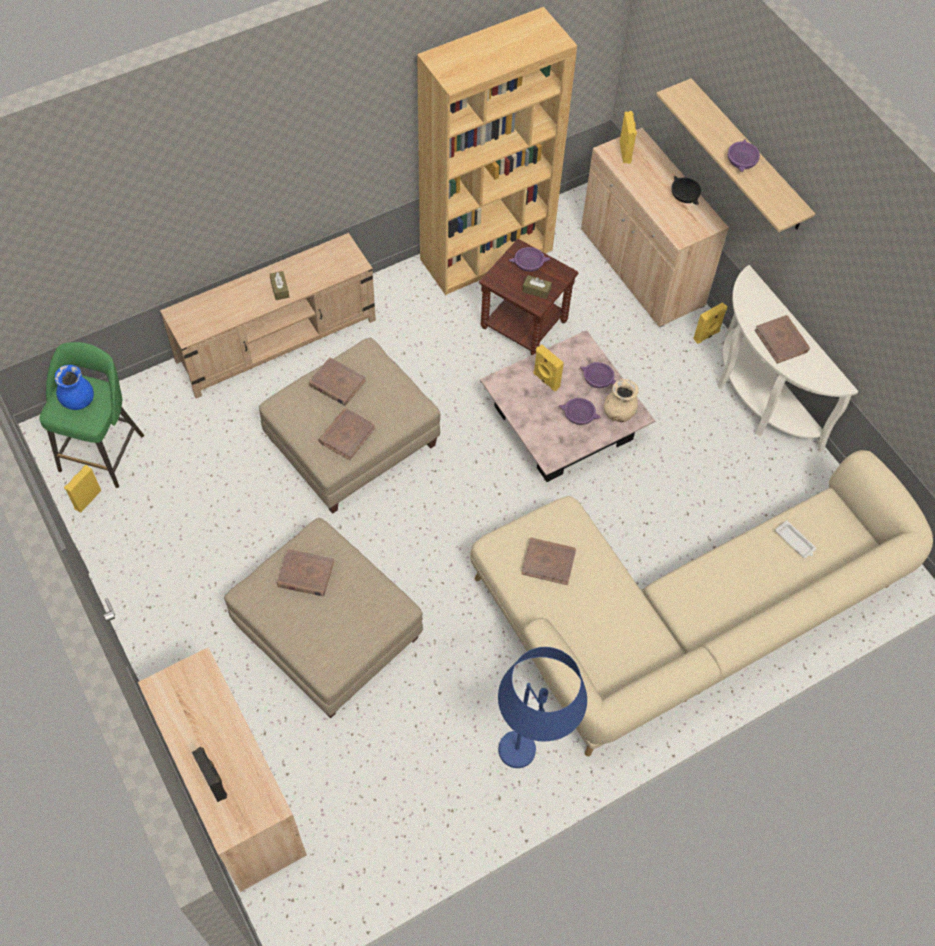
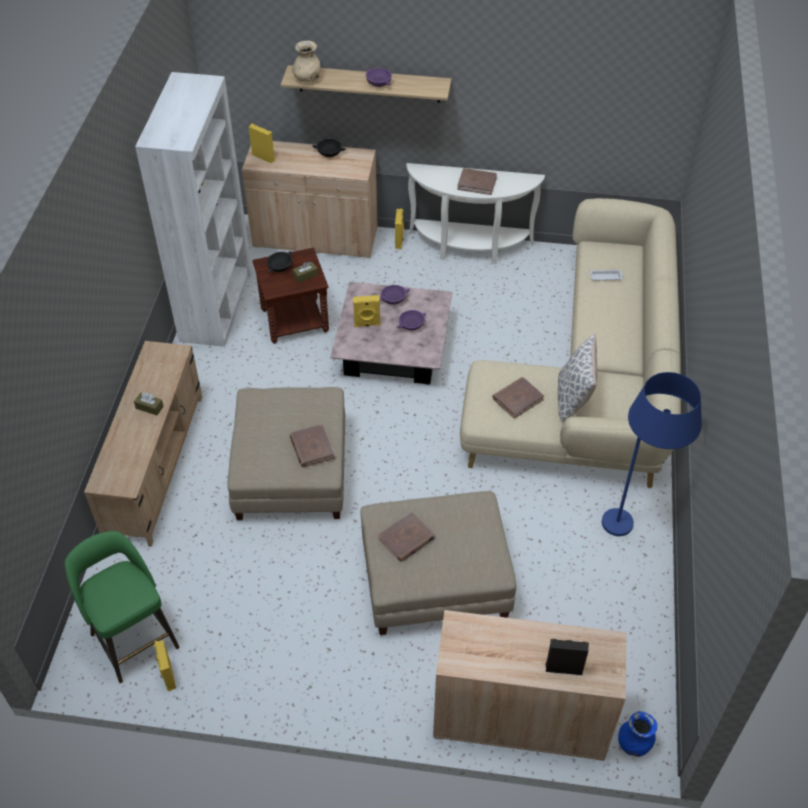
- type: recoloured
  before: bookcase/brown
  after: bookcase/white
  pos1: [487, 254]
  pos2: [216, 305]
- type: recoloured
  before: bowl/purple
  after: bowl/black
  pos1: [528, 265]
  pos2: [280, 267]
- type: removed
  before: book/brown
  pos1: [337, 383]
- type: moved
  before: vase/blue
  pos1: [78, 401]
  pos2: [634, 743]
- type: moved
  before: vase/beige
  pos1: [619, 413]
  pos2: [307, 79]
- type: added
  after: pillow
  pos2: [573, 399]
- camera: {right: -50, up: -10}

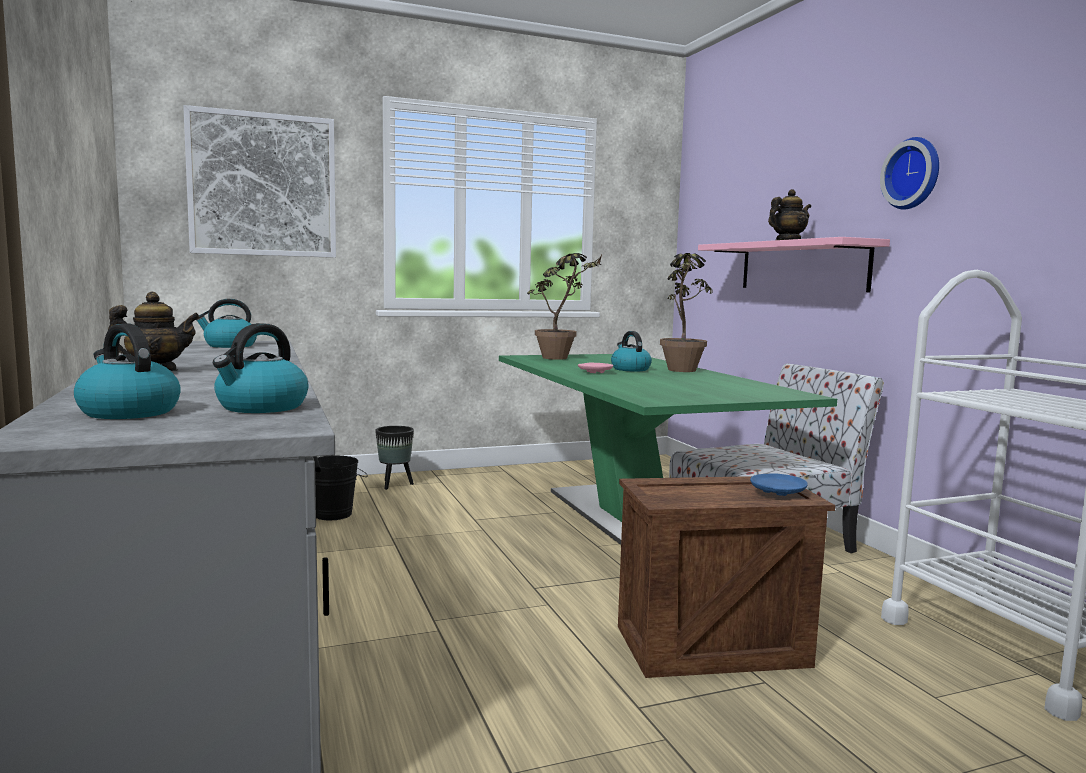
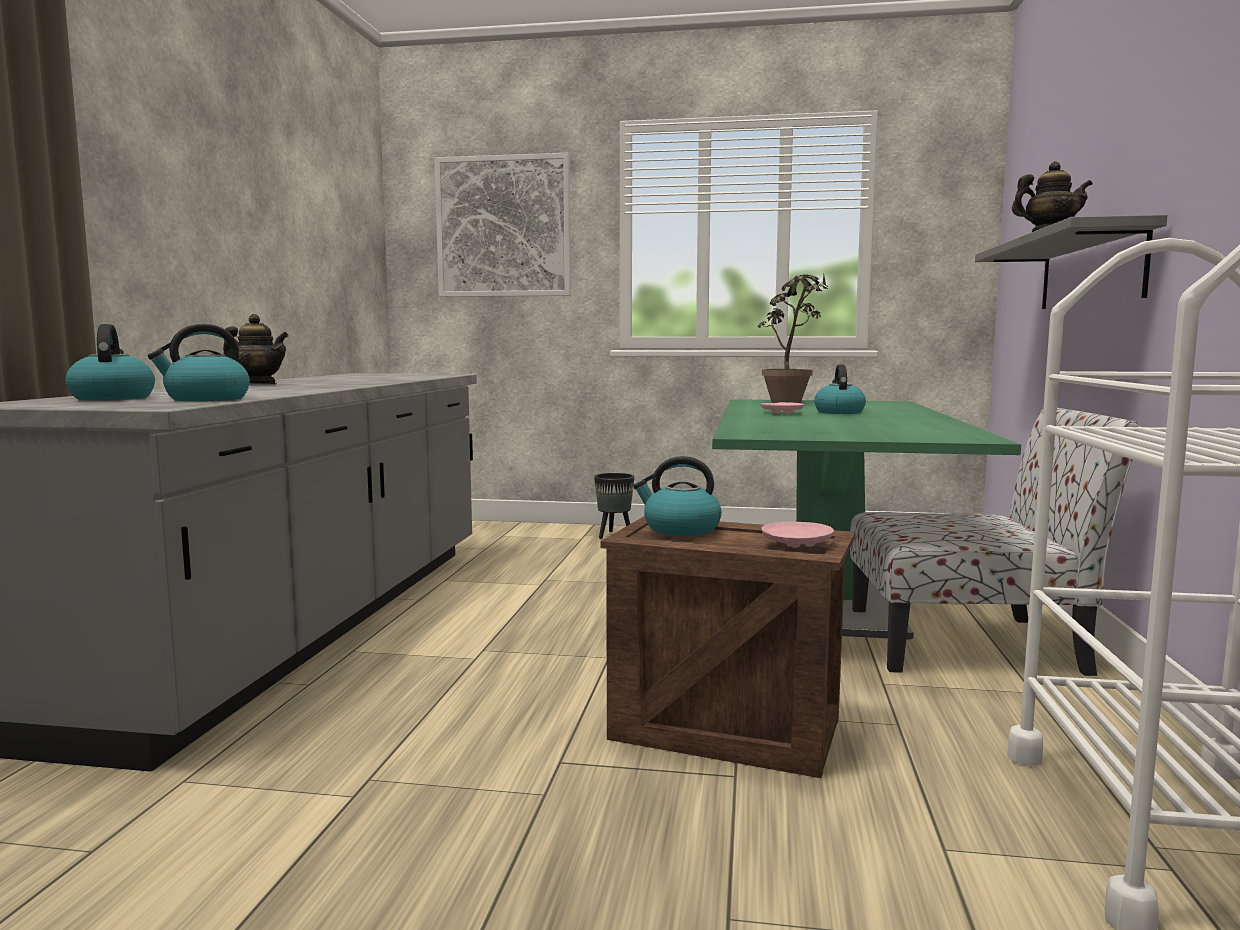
- type: removed
  before: wall clock
  pos1: [914, 174]
- type: recoloured
  before: shelf/pink
  after: shelf/grey
  pos1: [801, 266]
  pos2: [1090, 271]
- type: removed
  before: potted plant
  pos1: [681, 371]
- type: moved
  before: kettle
  pos1: [229, 346]
  pos2: [680, 529]
- type: removed
  before: bucket/black
  pos1: [337, 514]
- type: recoloured
  before: plate/blue
  after: plate/pink
  pos1: [777, 492]
  pos2: [796, 544]
- camera: {right: 30, up: 0}

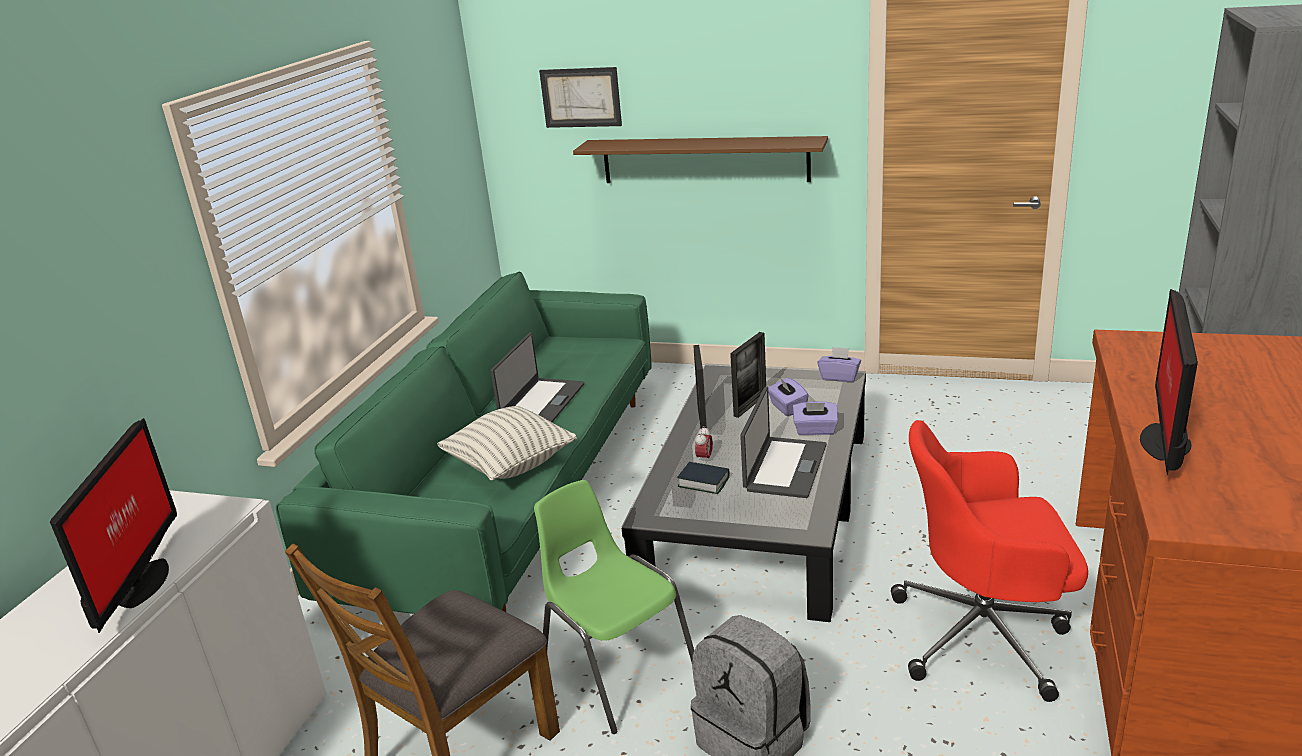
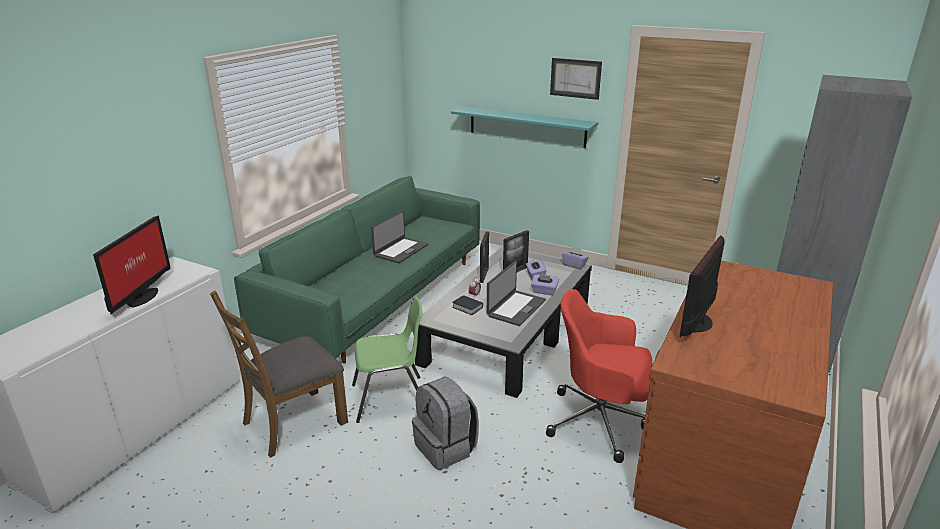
- type: moved
  before: picture
  pos1: [581, 97]
  pos2: [575, 78]
- type: recoloured
  before: shelf/brown
  after: shelf/turquoise
  pos1: [704, 160]
  pos2: [527, 127]
- type: removed
  before: pillow
  pos1: [510, 465]
- type: turned
  before: chair/green
  pos1: [617, 669]
  pos2: [391, 398]
  turn: 105
- camera: {right: 10, up: 0}

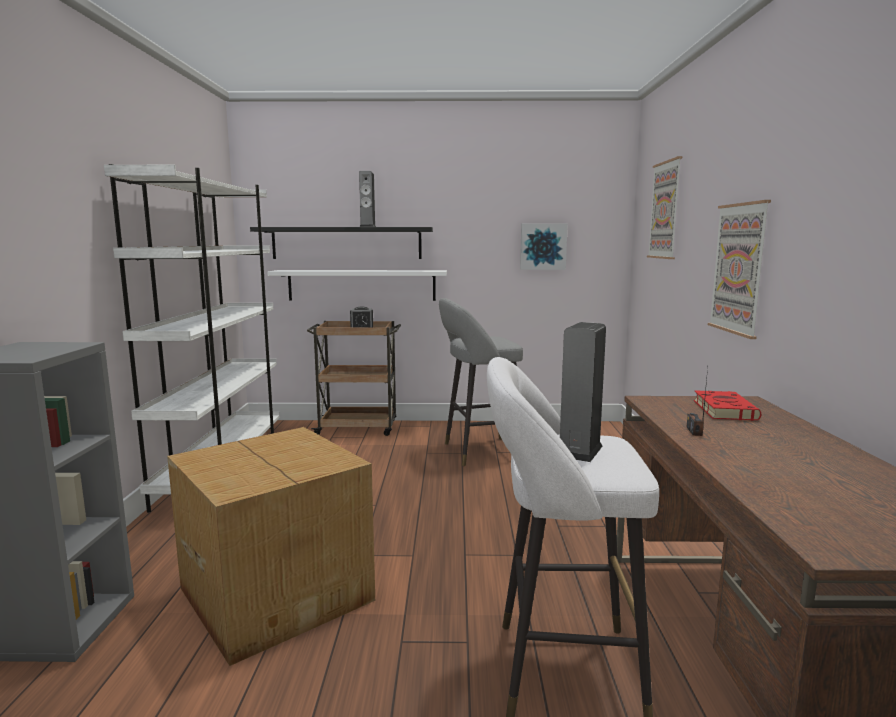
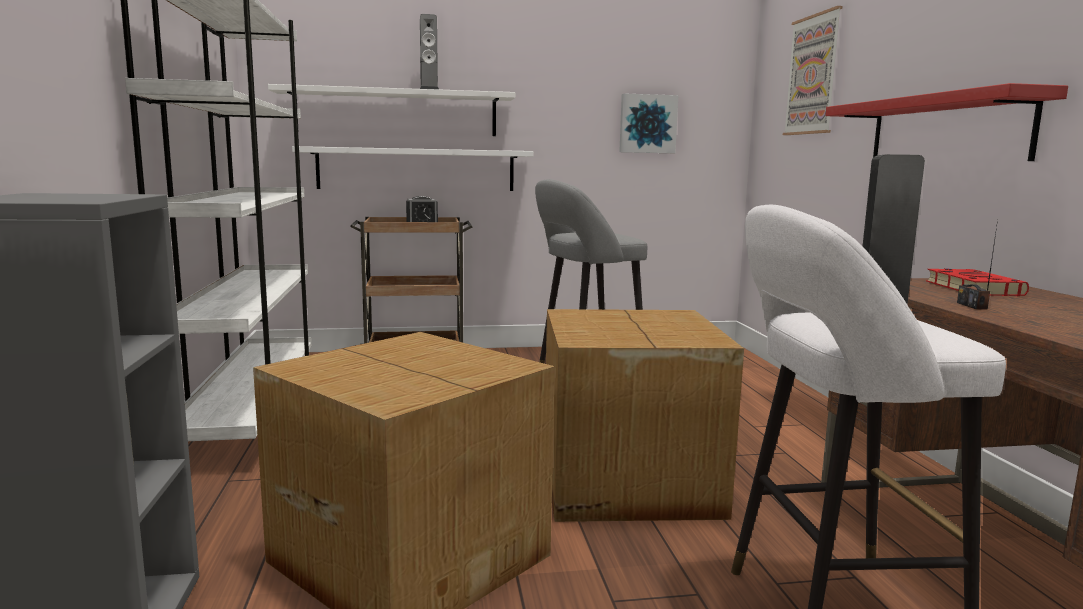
- type: replaced
  before: picture
  after: shelf/red
  pos1: [739, 268]
  pos2: [946, 130]
- type: recoloured
  before: shelf/black
  after: shelf/white
  pos1: [346, 243]
  pos2: [397, 112]
- type: added
  after: cardboard box
  pos2: [625, 482]
- camera: {right: -10, up: 0}

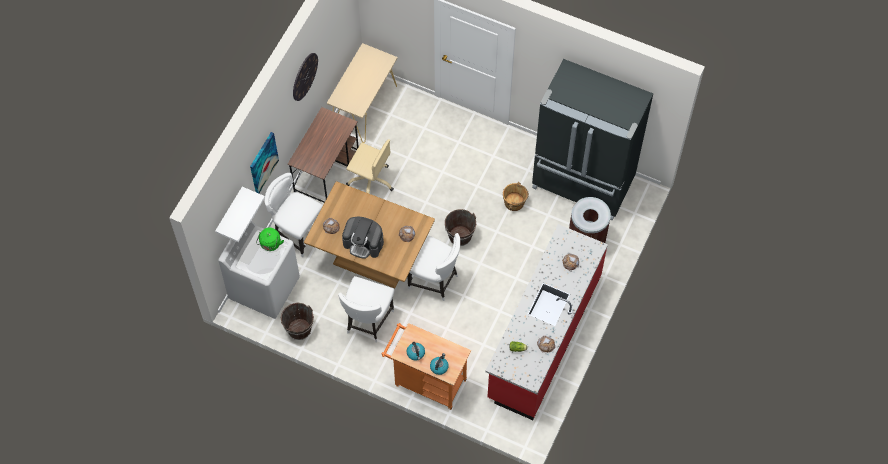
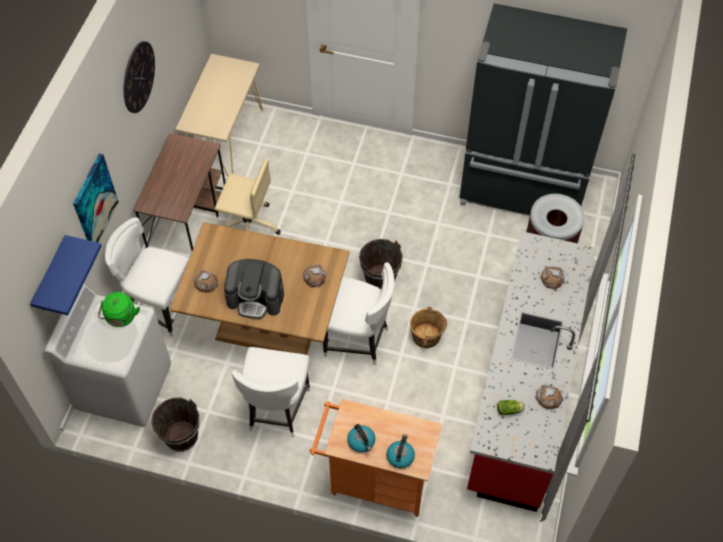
- type: moved
  before: bucket/brown
  pos1: [514, 202]
  pos2: [426, 336]
- type: recoloured
  before: shelf/white
  after: shelf/blue
  pos1: [229, 213]
  pos2: [51, 277]
- camera: {right: -10, up: -5}

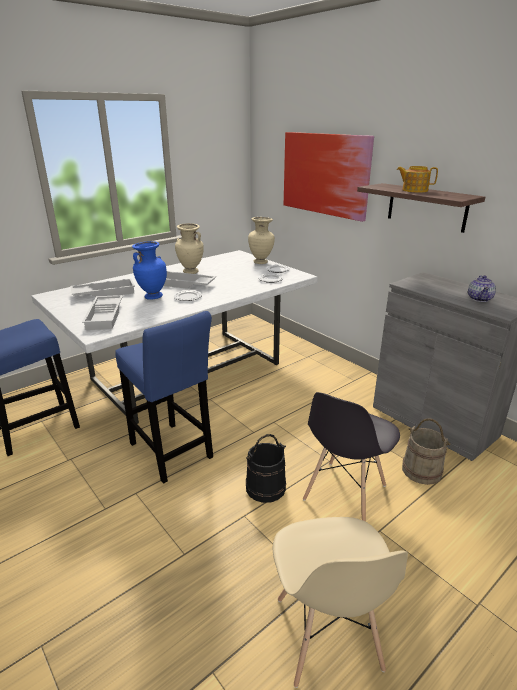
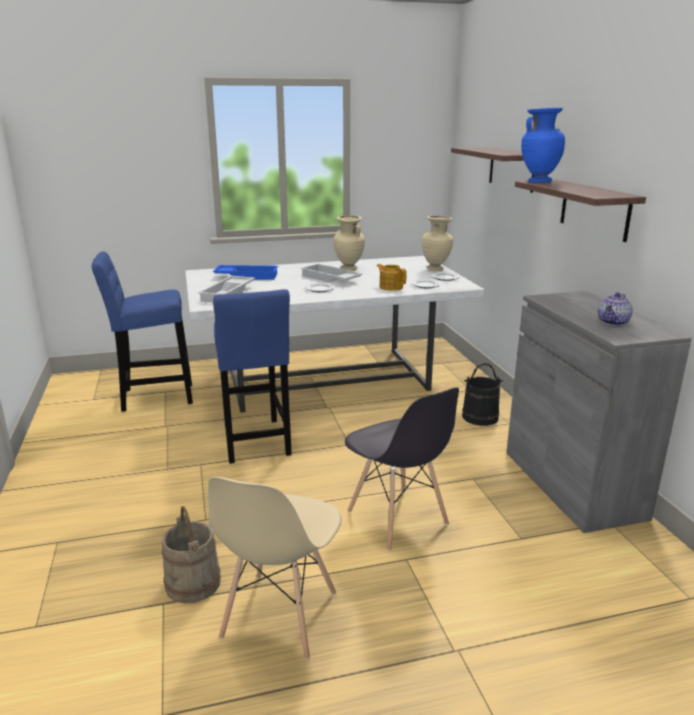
- type: replaced
  before: picture
  after: shelf
  pos1: [325, 174]
  pos2: [511, 169]
- type: moved
  before: teapot
  pos1: [414, 190]
  pos2: [391, 287]
- type: moved
  before: vase/blue
  pos1: [152, 296]
  pos2: [538, 182]
- type: recoloured
  before: tray/white
  after: tray/blue
  pos1: [104, 293]
  pos2: [247, 276]
- type: turned
  before: chair/grey
  pos1: [344, 493]
  pos2: [398, 519]
  turn: -90
- type: moved
  before: bucket/beige
  pos1: [421, 470]
  pos2: [193, 583]
- type: moved
  before: bucket/black
  pos1: [265, 487]
  pos2: [480, 417]
- camera: {right: 25, up: -5}

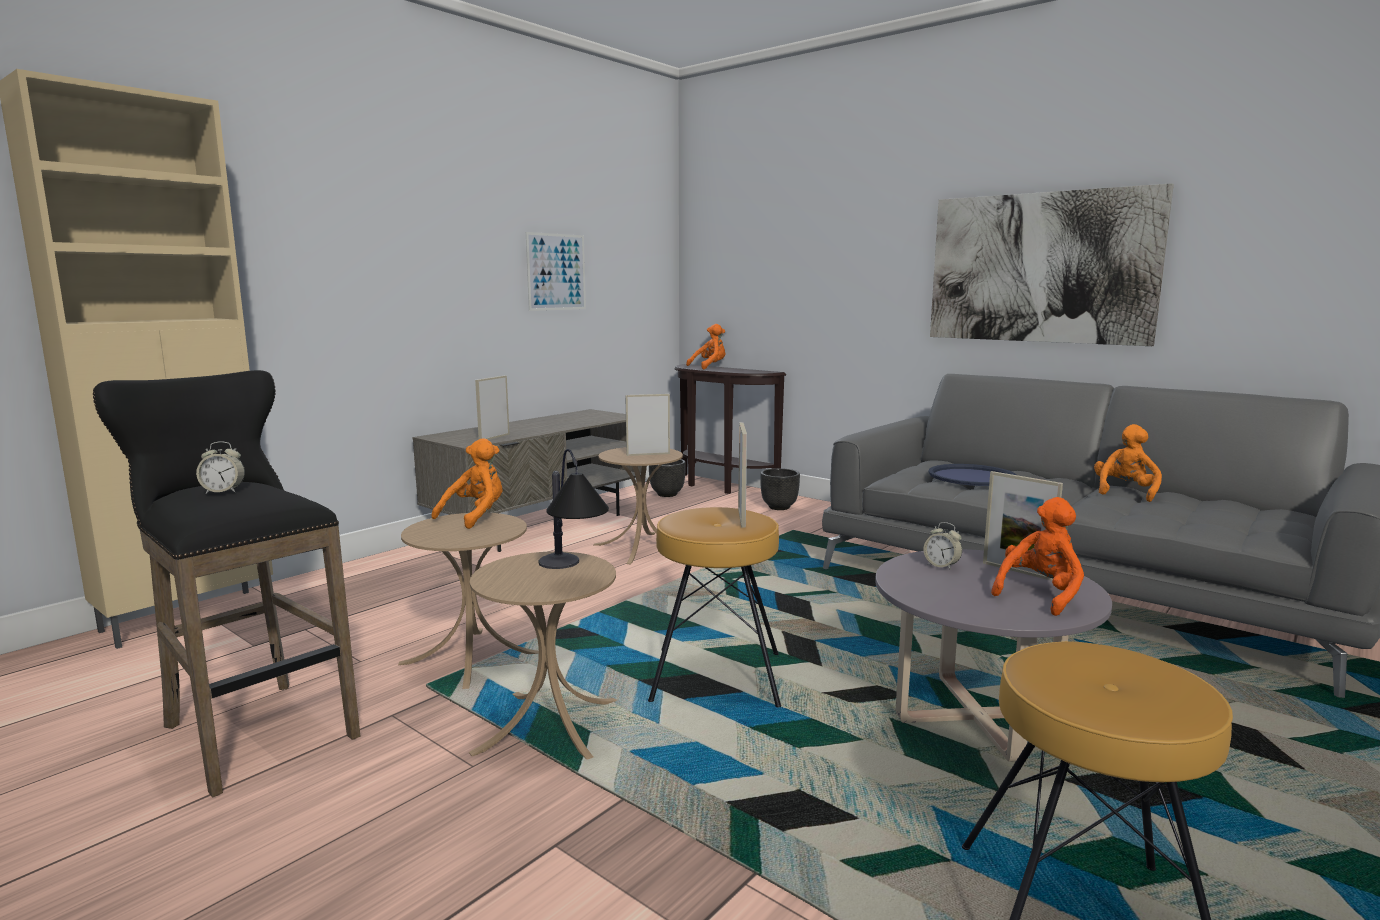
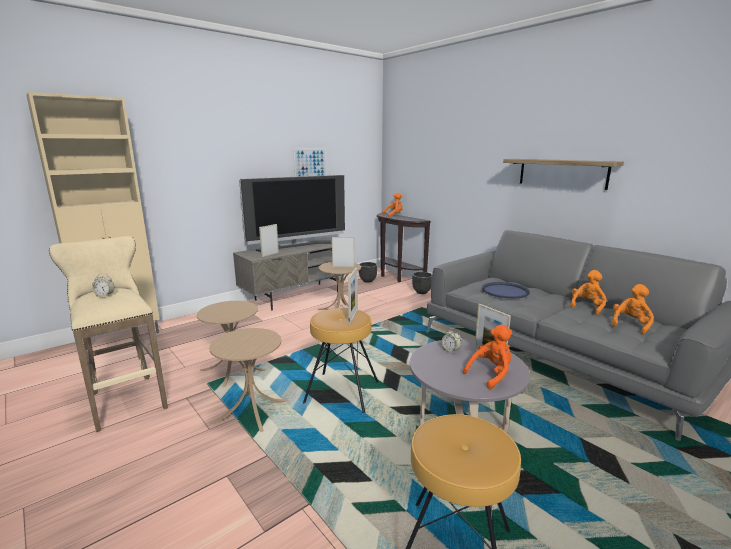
- type: replaced
  before: picture
  after: shelf
  pos1: [1040, 268]
  pos2: [562, 173]
- type: recoloured
  before: stool/black
  after: stool/beige
  pos1: [253, 729]
  pos2: [126, 399]
- type: moved
  before: plush toy/orange
  pos1: [475, 516]
  pos2: [630, 325]
- type: removed
  before: table lamp
  pos1: [572, 575]
- type: added
  after: television
  pos2: [296, 246]
- camera: {right: 10, up: 5}

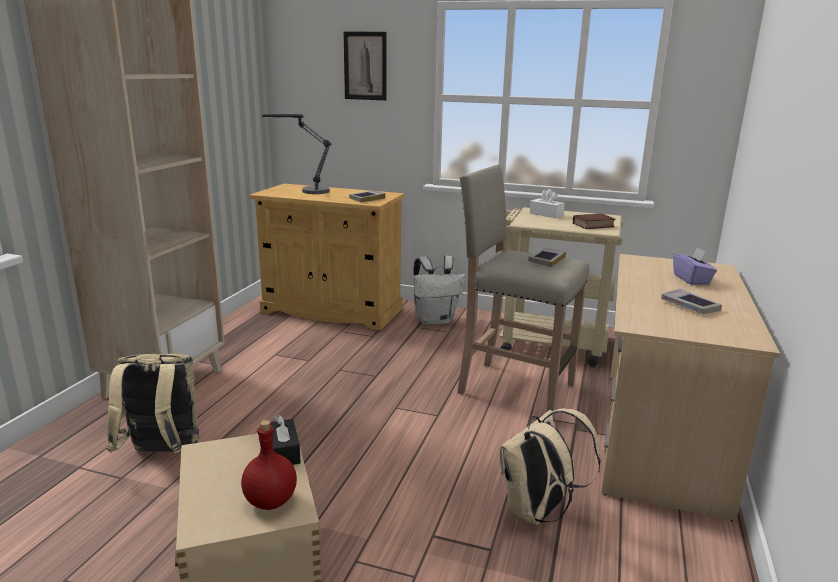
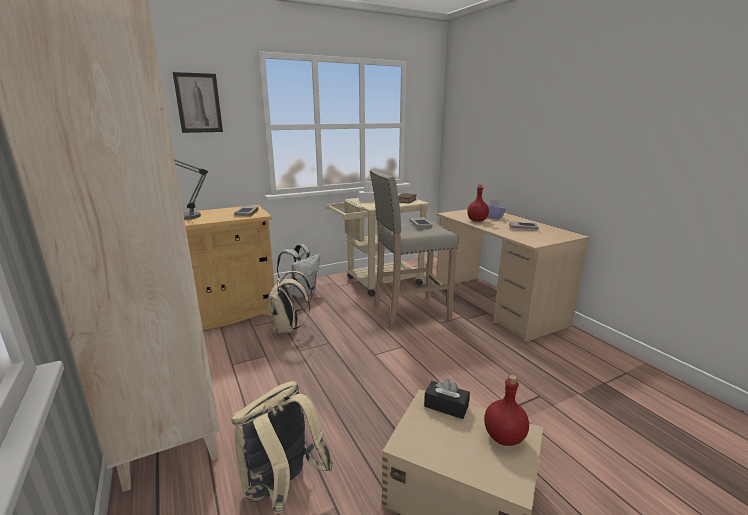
- type: moved
  before: backpack/beige
  pos1: [537, 512]
  pos2: [289, 328]
- type: added
  after: bottle/red
  pos2: [477, 220]
- camera: {right: -45, up: 0}

